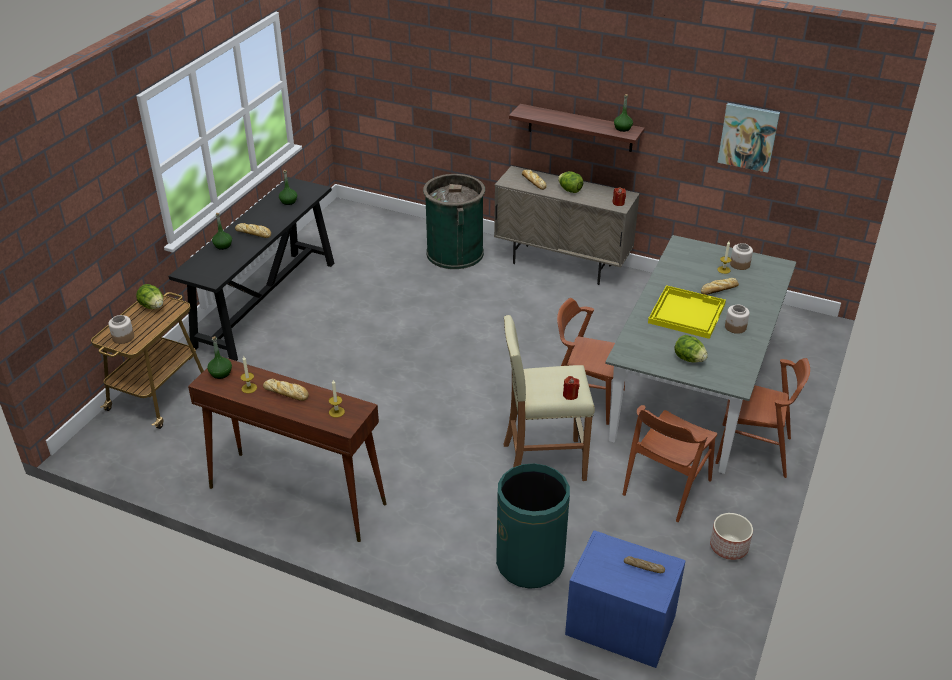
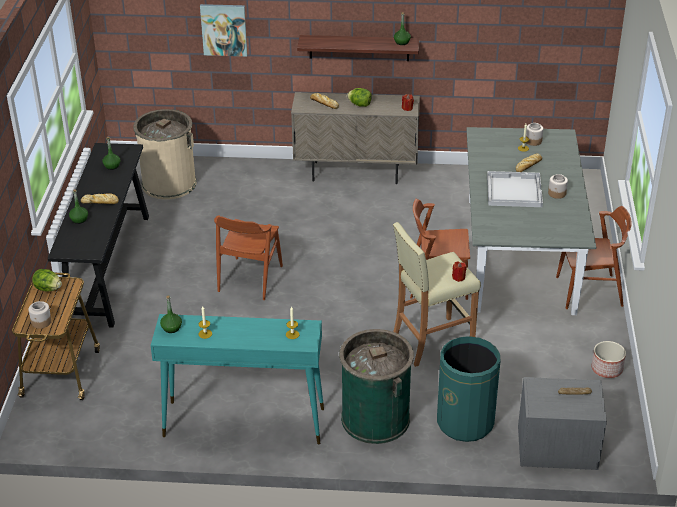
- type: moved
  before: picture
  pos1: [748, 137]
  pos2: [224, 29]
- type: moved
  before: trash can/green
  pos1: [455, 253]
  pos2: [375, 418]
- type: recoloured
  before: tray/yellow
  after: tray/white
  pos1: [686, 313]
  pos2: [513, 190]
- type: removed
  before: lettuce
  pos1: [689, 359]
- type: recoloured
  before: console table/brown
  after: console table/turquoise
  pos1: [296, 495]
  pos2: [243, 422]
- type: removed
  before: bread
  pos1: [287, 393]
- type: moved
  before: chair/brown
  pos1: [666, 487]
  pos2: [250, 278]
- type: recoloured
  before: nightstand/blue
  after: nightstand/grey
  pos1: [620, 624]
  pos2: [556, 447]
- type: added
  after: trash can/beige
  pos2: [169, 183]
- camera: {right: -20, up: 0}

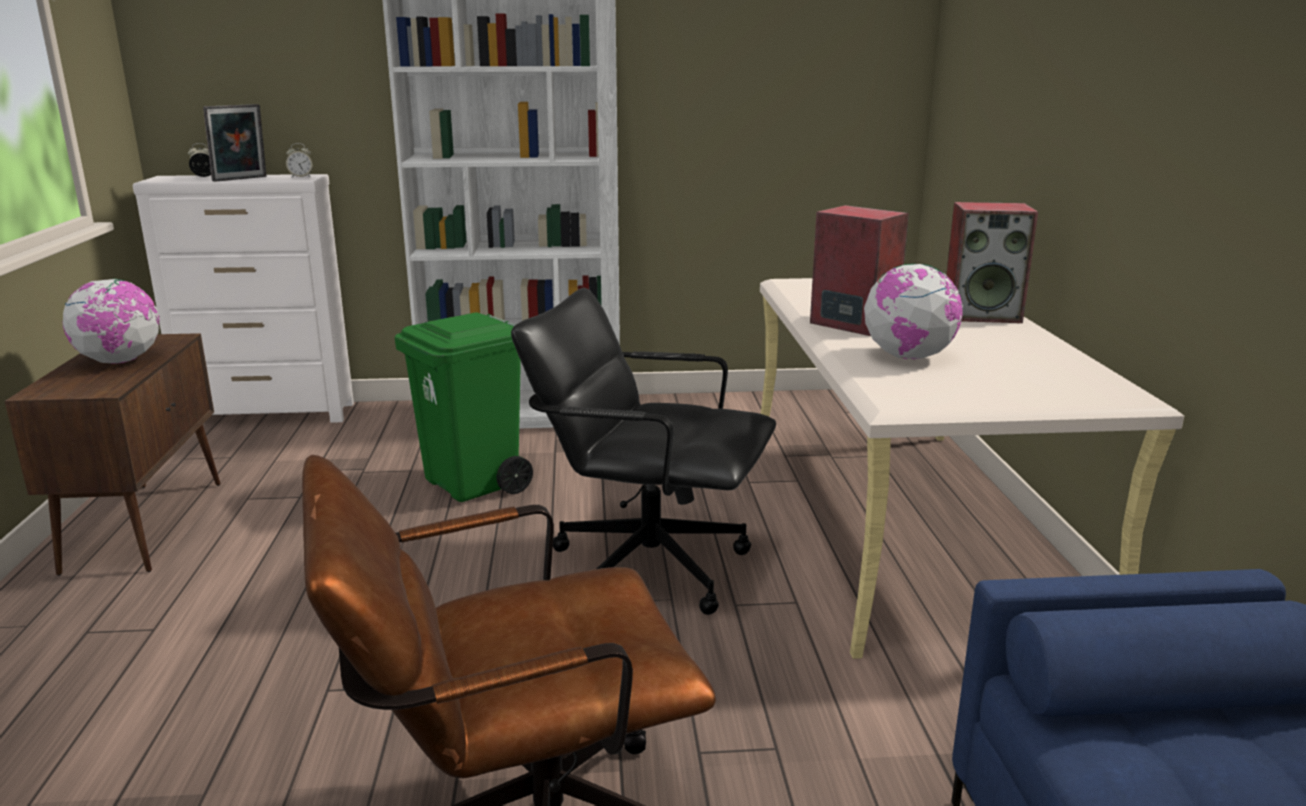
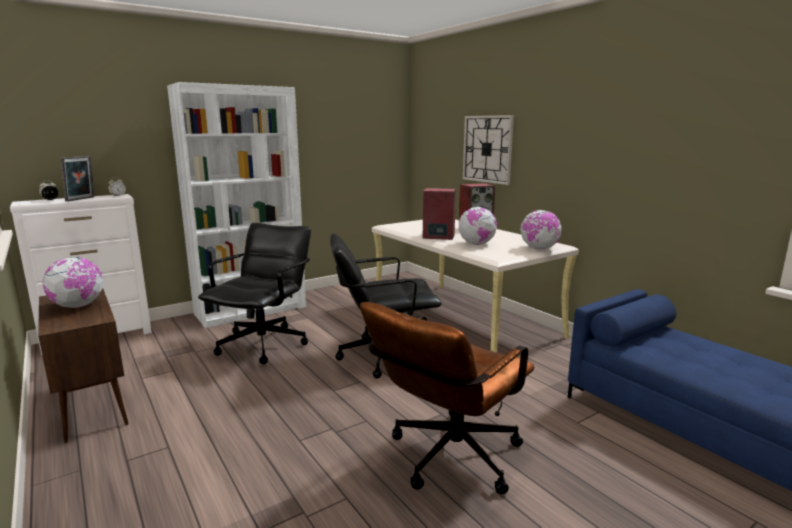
- type: replaced
  before: trash can/green
  after: office chair/black
  pos1: [474, 484]
  pos2: [264, 344]
- type: added
  after: wall clock
  pos2: [487, 149]
- type: added
  after: globe
  pos2: [539, 249]
- camera: {right: -30, up: -5}

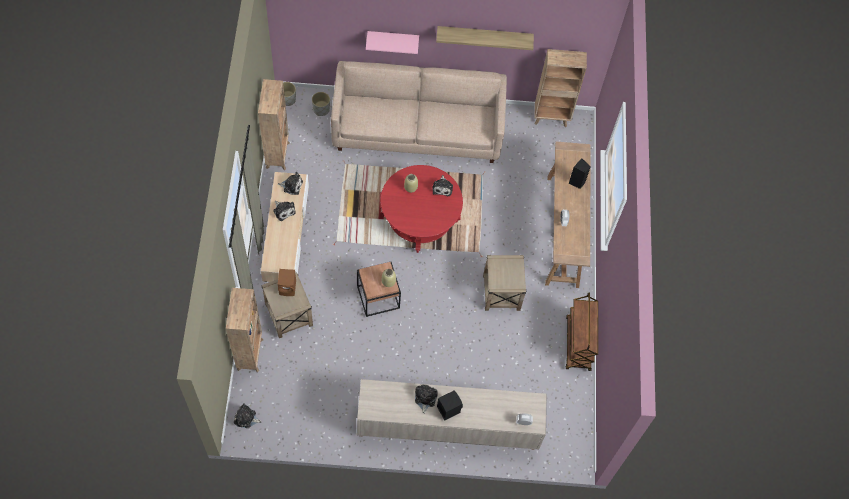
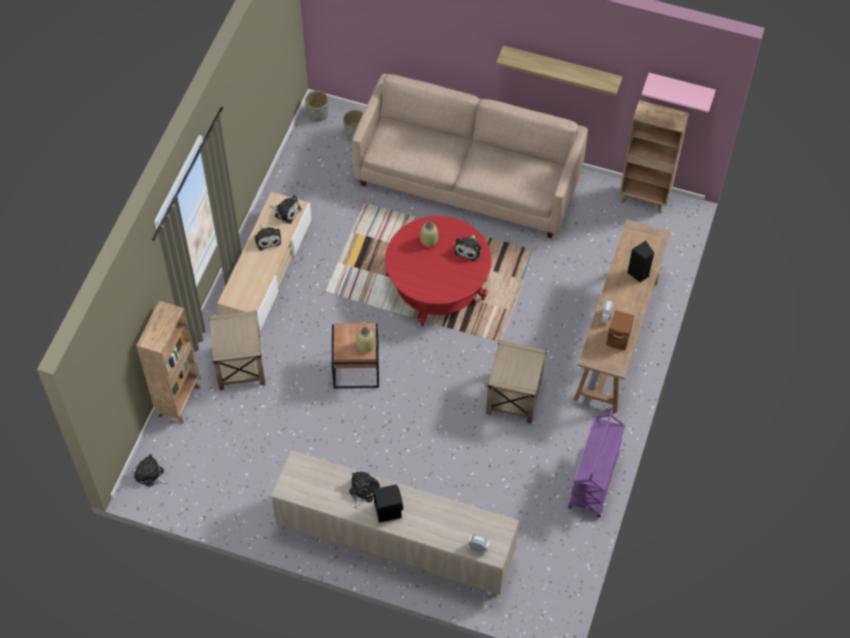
- type: moved
  before: shelf/pink
  pos1: [393, 38]
  pos2: [680, 89]
- type: removed
  before: bookcase/brown
  pos1: [278, 154]
- type: moved
  before: speaker/brown
  pos1: [288, 288]
  pos2: [619, 339]
- type: recoloured
  before: cart/brown
  after: cart/purple
  pos1: [578, 344]
  pos2: [594, 481]
- camera: {right: 20, up: -5}

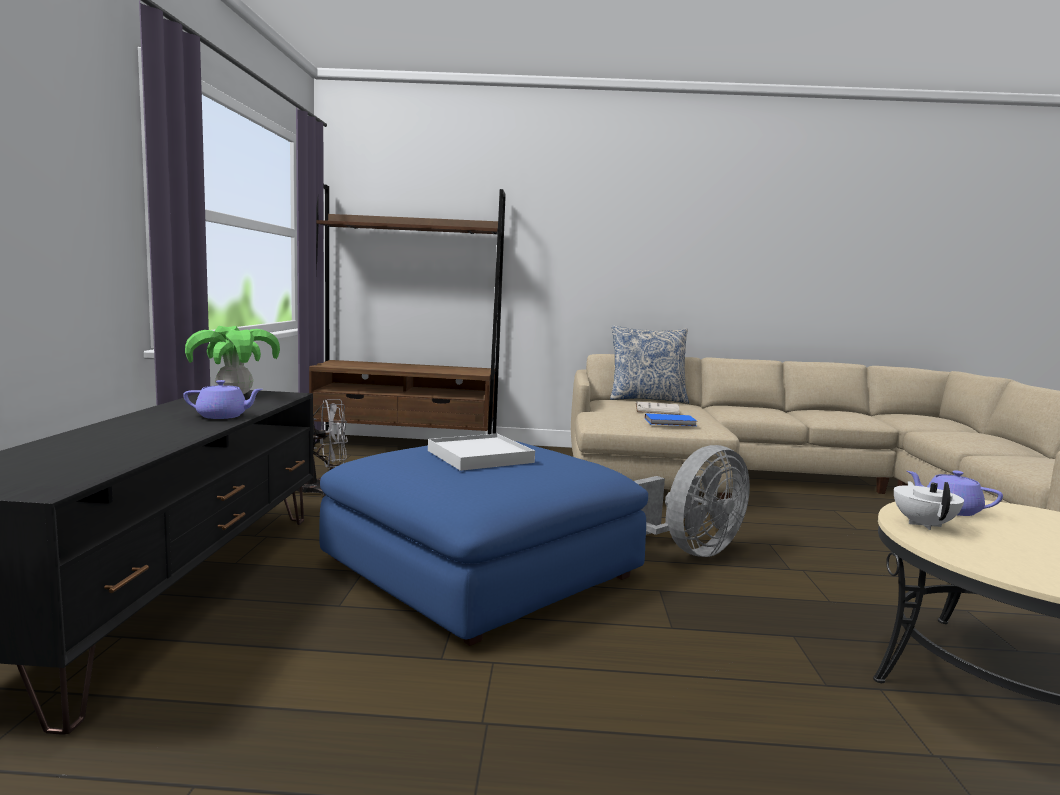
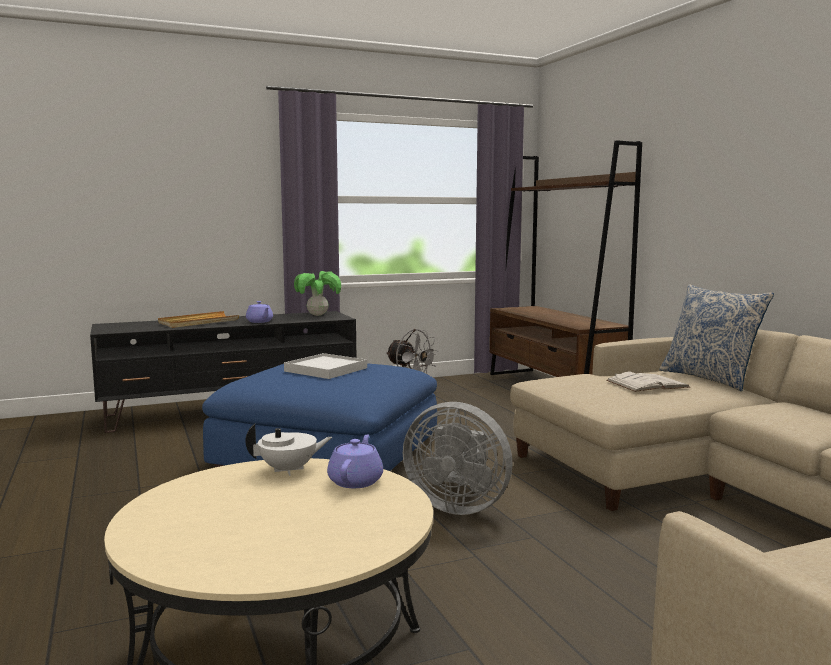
- type: removed
  before: book/blue
  pos1: [671, 422]
- type: added
  after: tray/beige
  pos2: [198, 322]
- camera: {right: 65, up: 0}

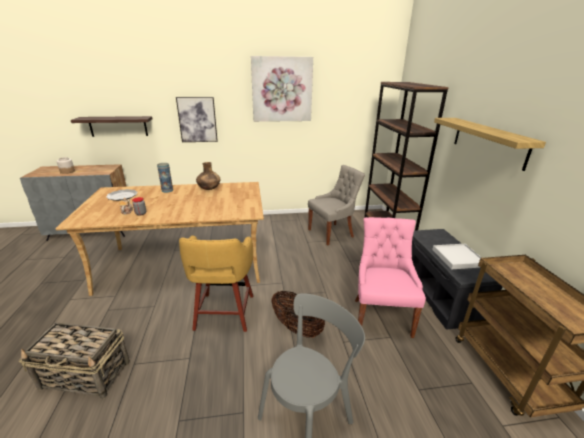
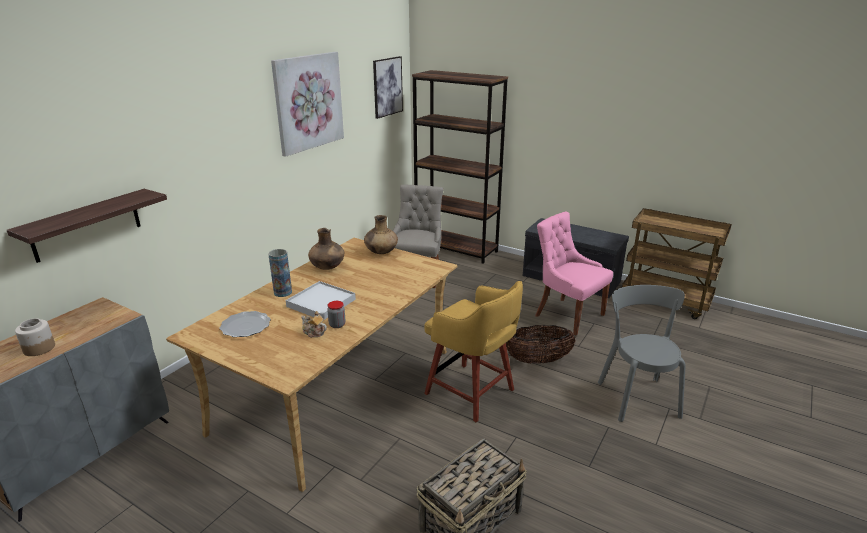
- type: moved
  before: picture
  pos1: [197, 119]
  pos2: [387, 87]
- type: removed
  before: shelf
  pos1: [488, 141]
- type: moved
  before: tray/white
  pos1: [457, 258]
  pos2: [321, 303]
- type: added
  after: vase/brown
  pos2: [381, 252]
- camera: {right: -50, up: 0}

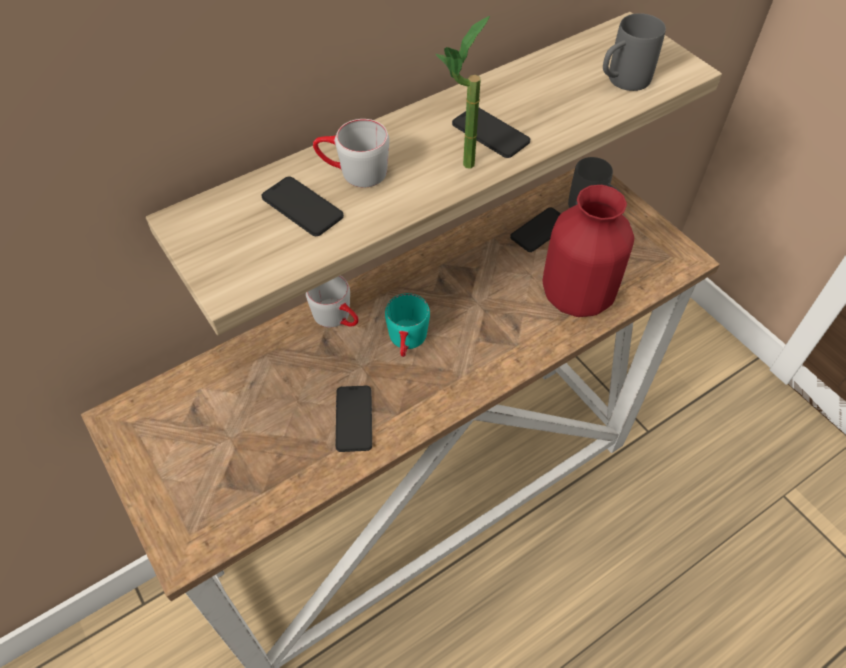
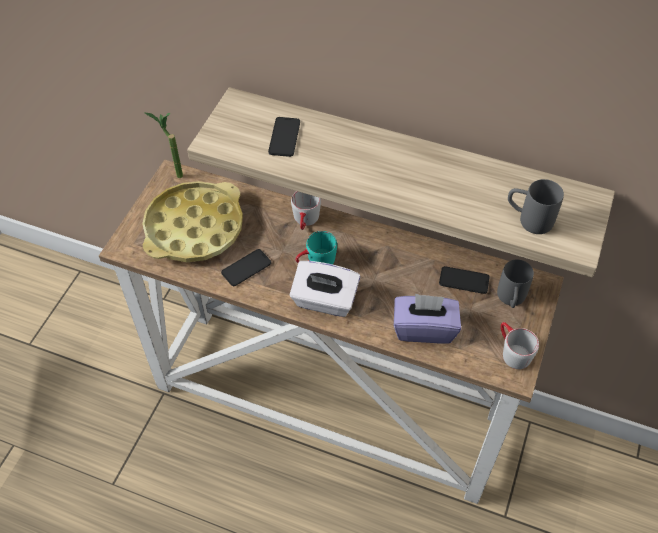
- type: moved
  before: potted plant
  pos1: [458, 169]
  pos2: [173, 174]
- type: removed
  before: phone
  pos1: [490, 133]
- type: moved
  before: mug/grey
  pos1: [353, 172]
  pos2: [512, 351]
- type: replaced
  before: vase/red
  after: tissue box/purple
  pos1: [577, 297]
  pos2: [424, 328]
- type: added
  after: tray/yellow
  pos2: [194, 228]
- type: added
  after: tissue box/white
  pos2: [324, 301]
- camera: {right: 55, up: 0}

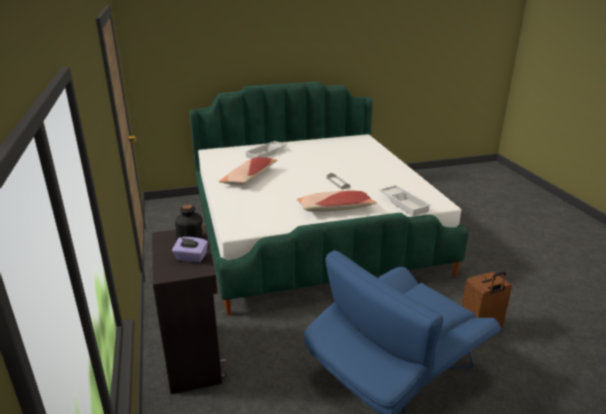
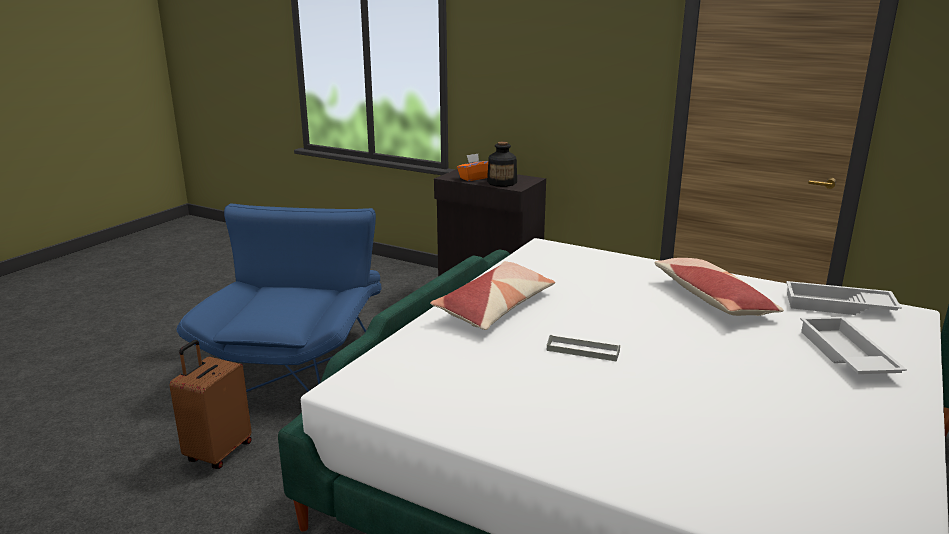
- type: moved
  before: tray/white
  pos1: [404, 203]
  pos2: [838, 306]
- type: recoloured
  before: tissue box/purple
  after: tissue box/orange
  pos1: [191, 258]
  pos2: [474, 178]
- camera: {right: 135, up: -5}

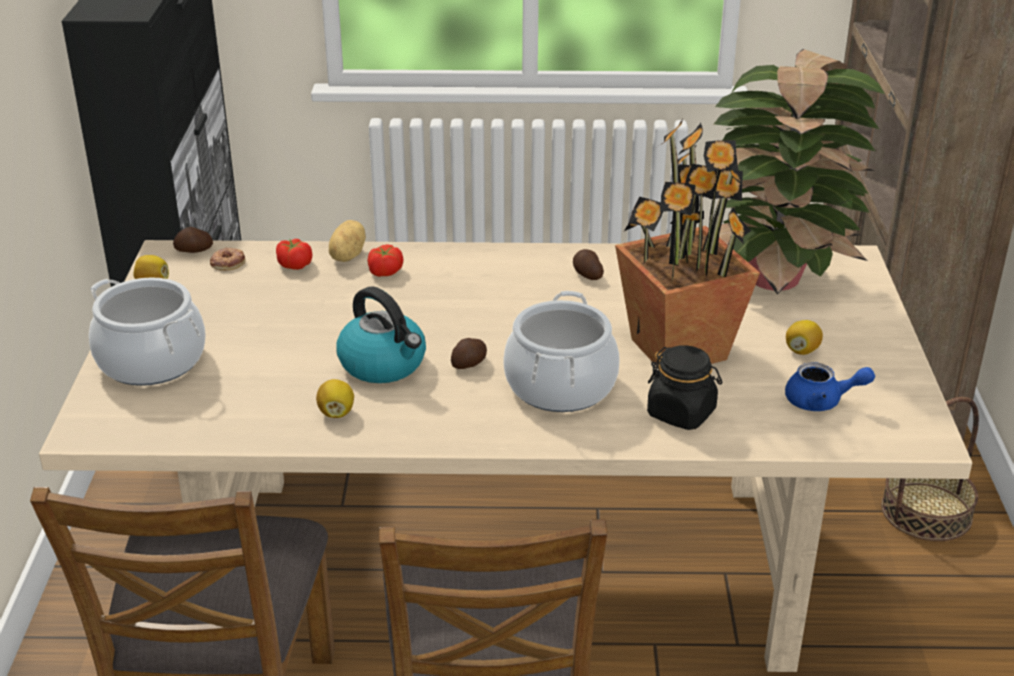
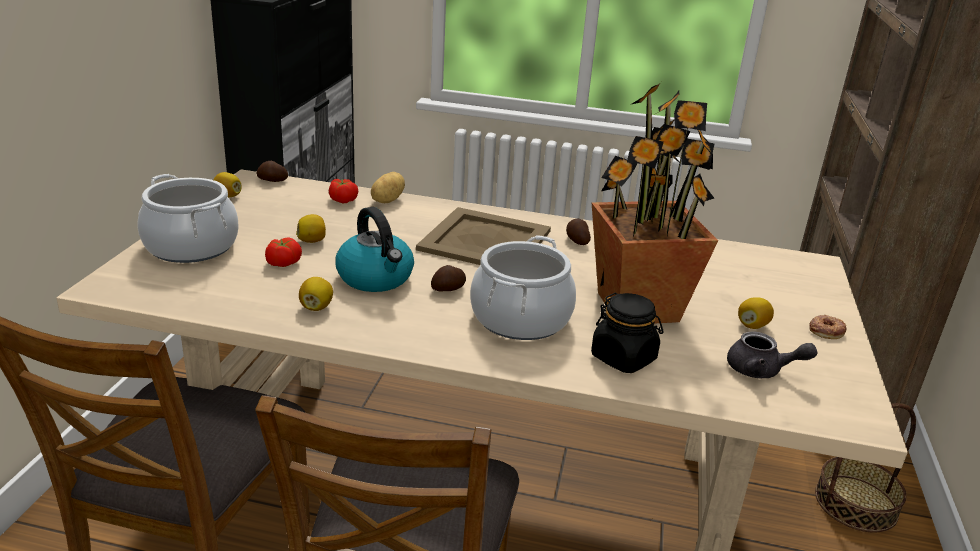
- type: removed
  before: potted plant
  pos1: [774, 281]
- type: moved
  before: tomato
  pos1: [384, 271]
  pos2: [283, 262]
- type: moved
  before: donut
  pos1: [227, 262]
  pos2: [826, 330]
- type: recoloured
  before: teapot/blue
  after: teapot/grey
  pos1: [821, 401]
  pos2: [761, 370]
- type: added
  after: tray/beige
  pos2: [484, 239]
- type: added
  after: lemon
  pos2: [312, 241]
- camera: {right: 10, up: -5}

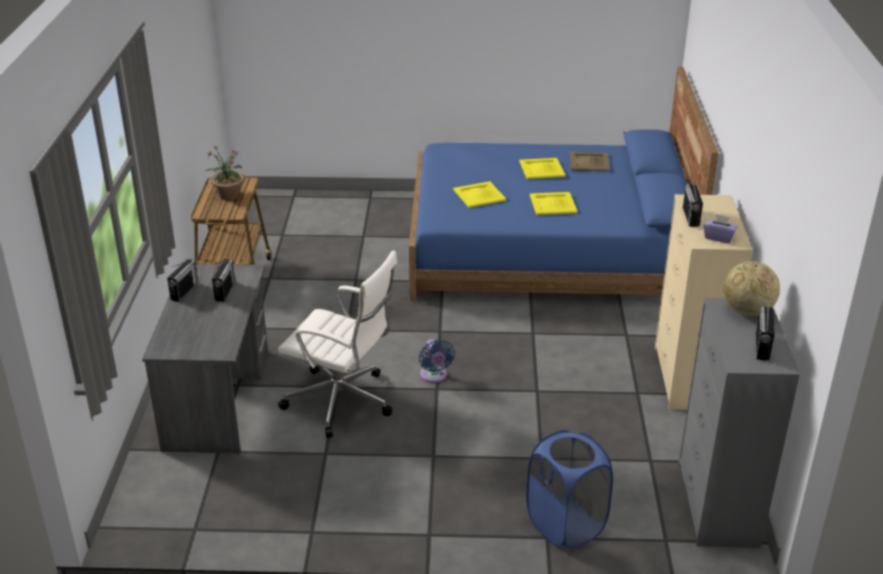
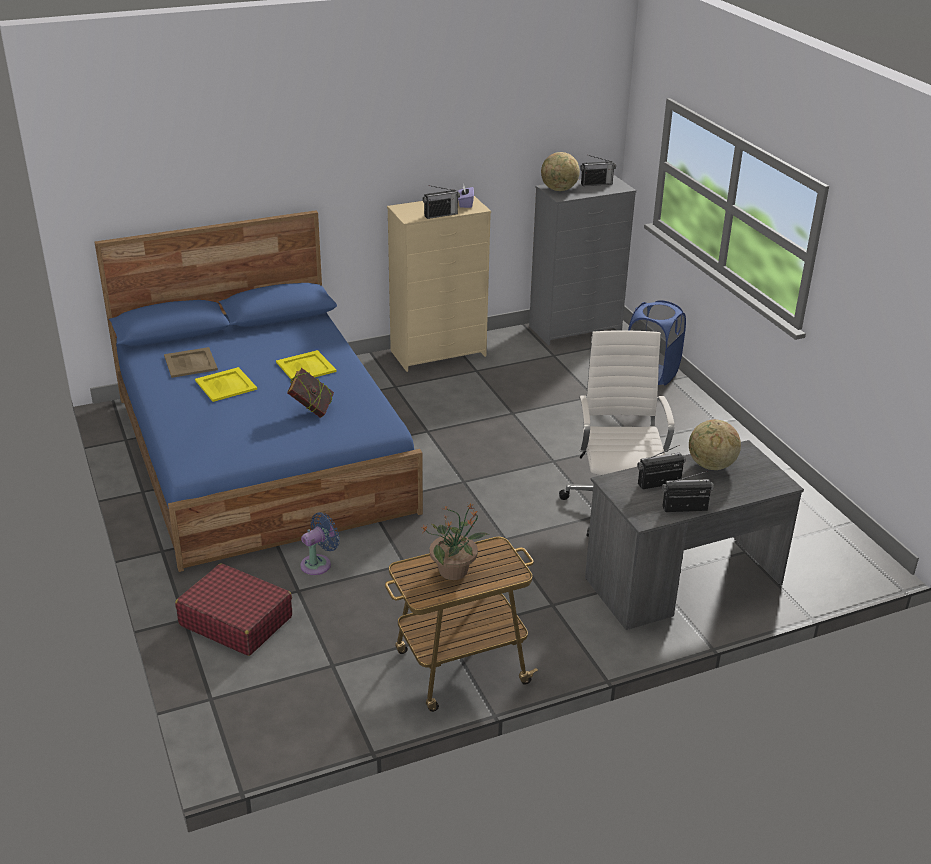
- type: replaced
  before: tray/yellow
  after: book
  pos1: [480, 195]
  pos2: [311, 410]
- type: moved
  before: fan/blue
  pos1: [434, 376]
  pos2: [318, 563]
- type: added
  after: globe
  pos2: [711, 465]
- type: added
  after: suitcase/red
  pos2: [236, 620]
- camera: {right: -115, up: 0}

